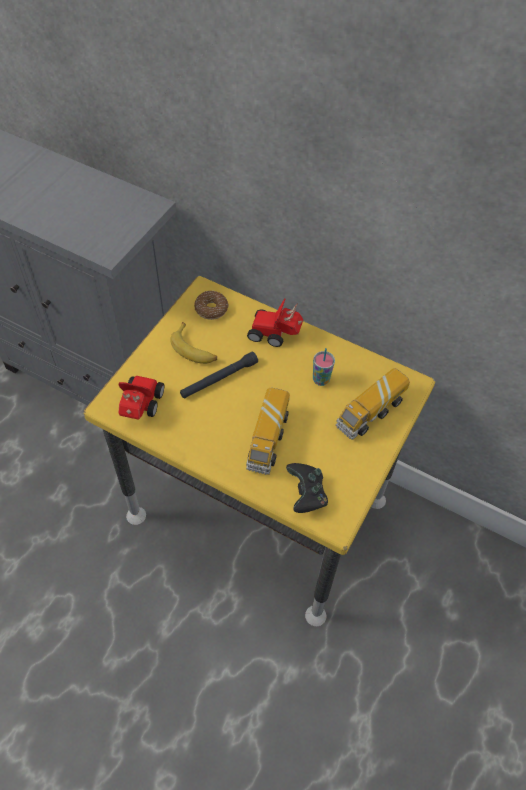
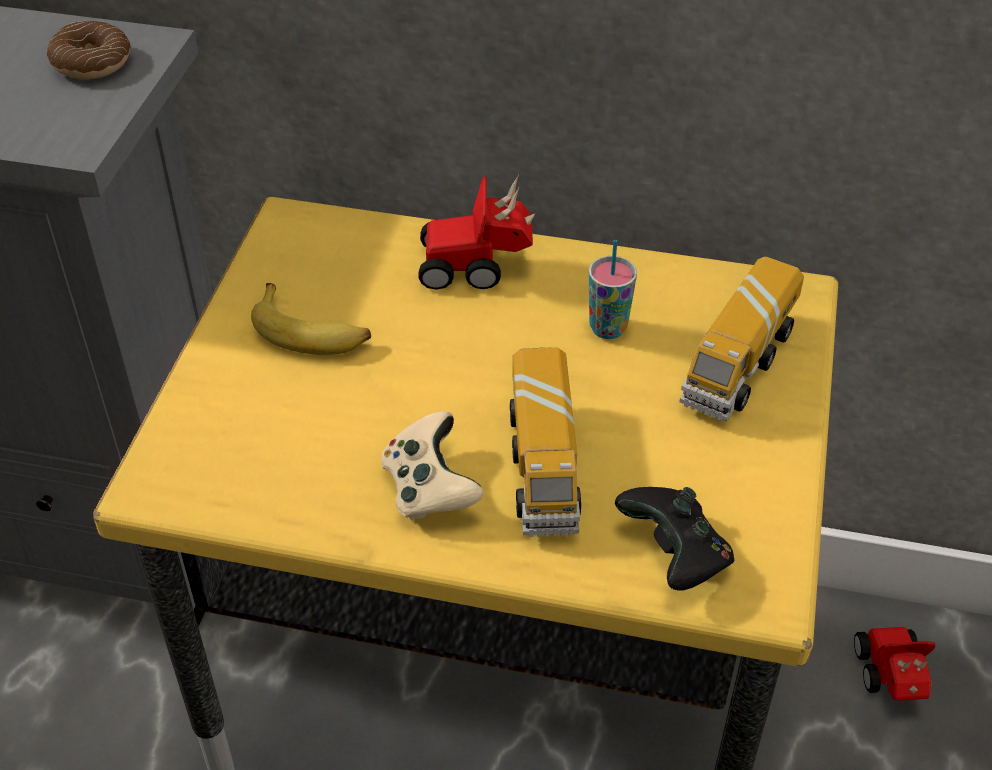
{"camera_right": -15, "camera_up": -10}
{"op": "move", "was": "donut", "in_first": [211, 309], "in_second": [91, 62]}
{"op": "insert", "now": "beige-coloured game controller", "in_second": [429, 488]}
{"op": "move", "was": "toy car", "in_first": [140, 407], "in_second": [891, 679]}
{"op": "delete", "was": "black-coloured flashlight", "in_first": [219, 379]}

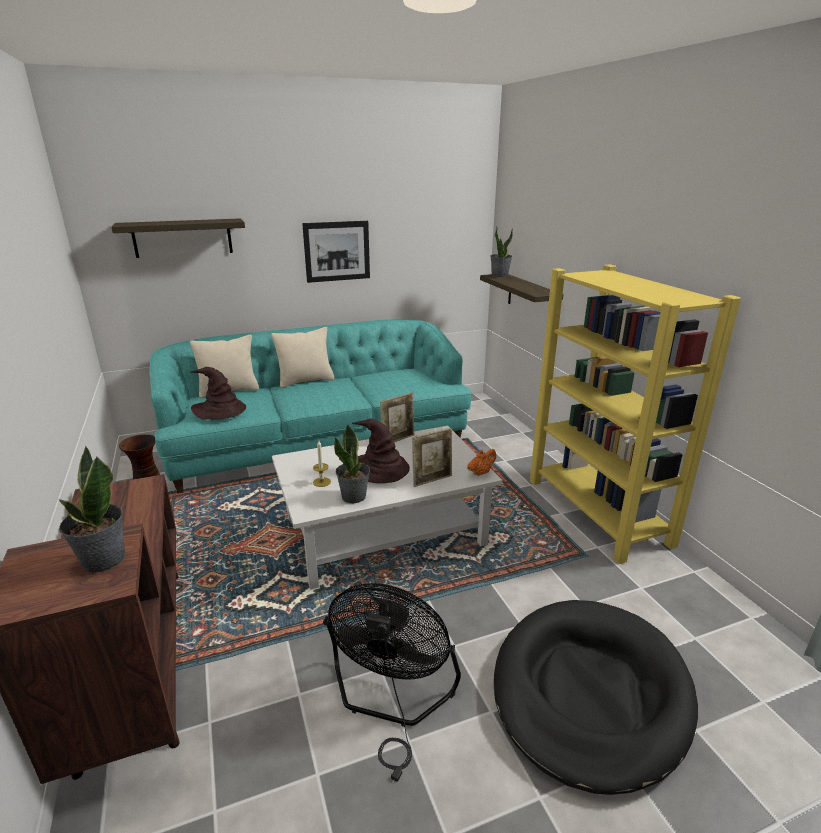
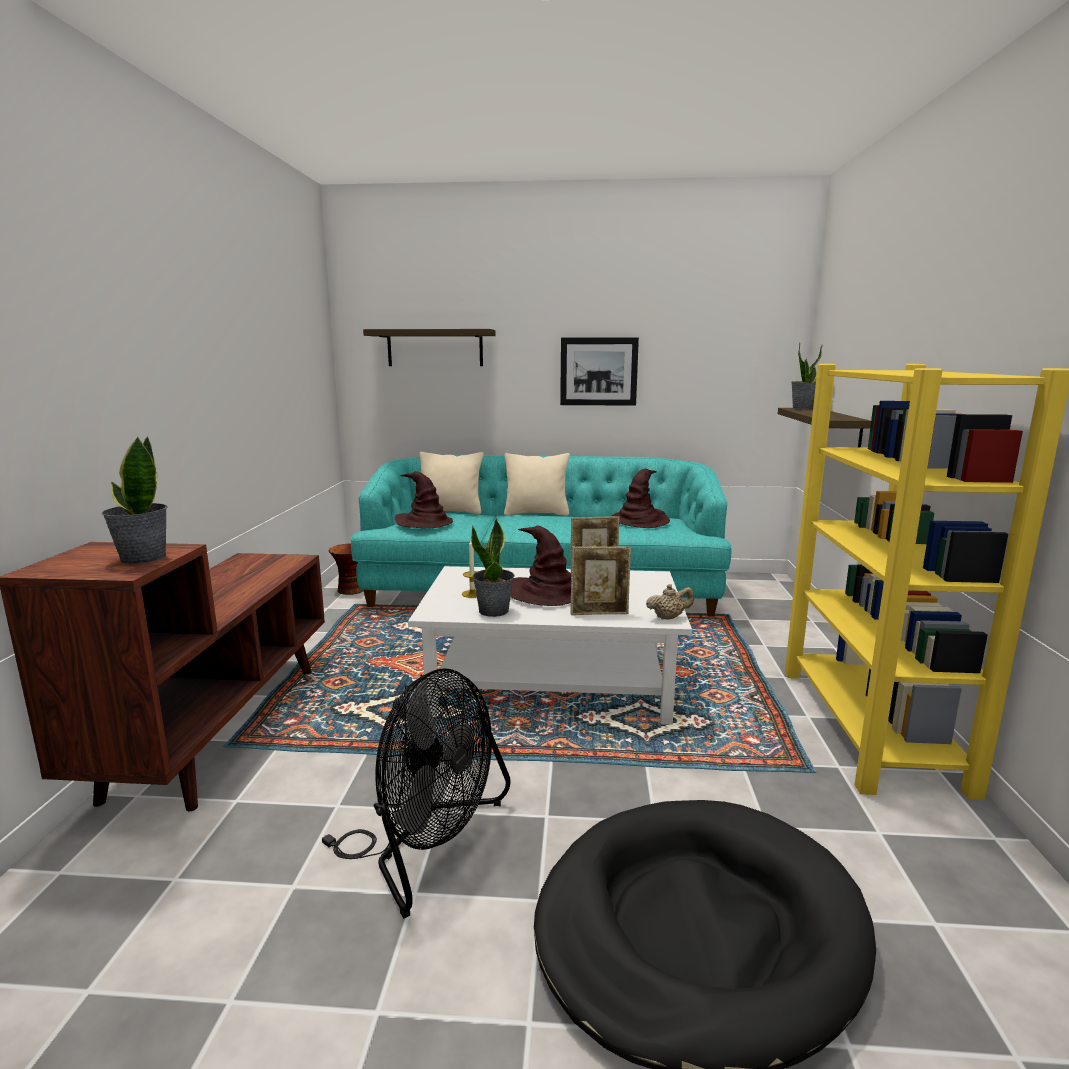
{"camera_right": 25, "camera_up": -10}
{"op": "rotate", "was": "black-coloured electric fan", "in_first": [389, 702], "in_second": [424, 847], "clockwise": 75}
{"op": "insert", "now": "brown hat", "in_second": [640, 521]}
{"op": "recolor", "was": "orange teapot", "now": "beige-coloured teapot", "in_first": [480, 472], "in_second": [669, 617]}

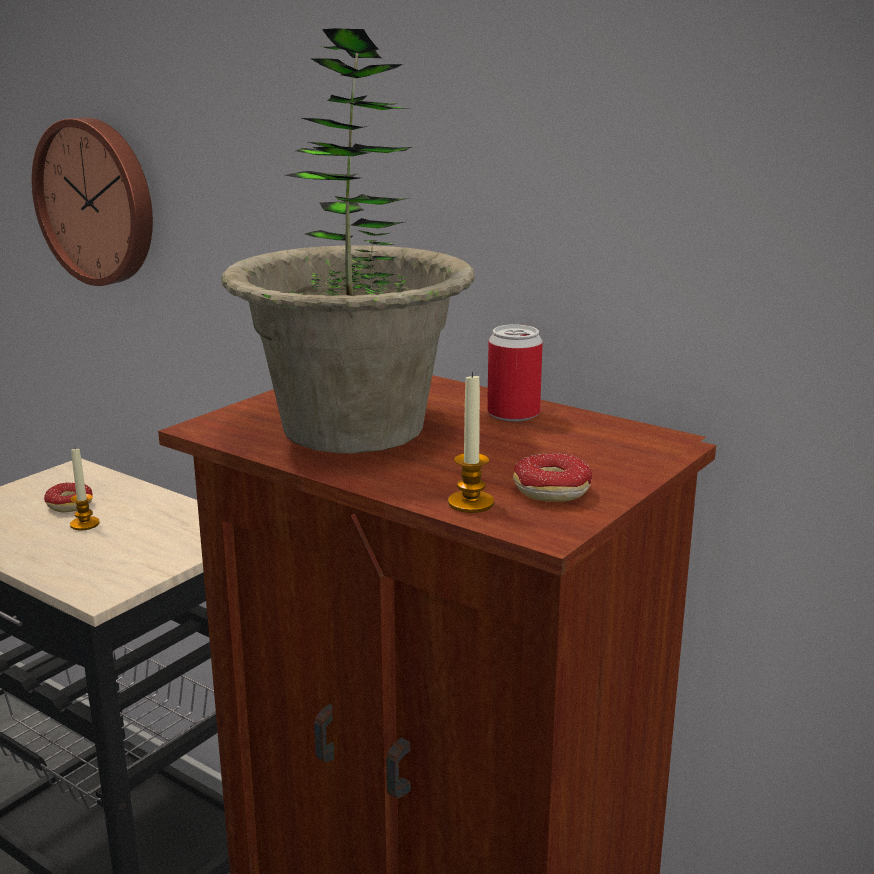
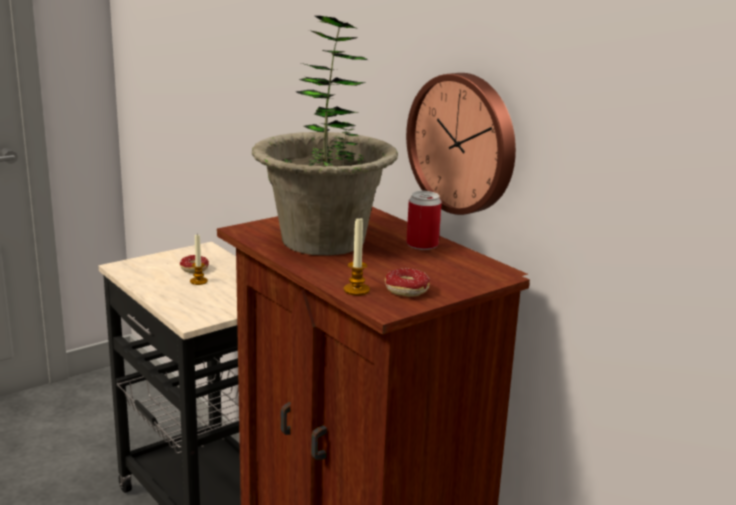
{"camera_right": 15, "camera_up": 0}
{"op": "move", "was": "hanging clock", "in_first": [99, 201], "in_second": [464, 143]}

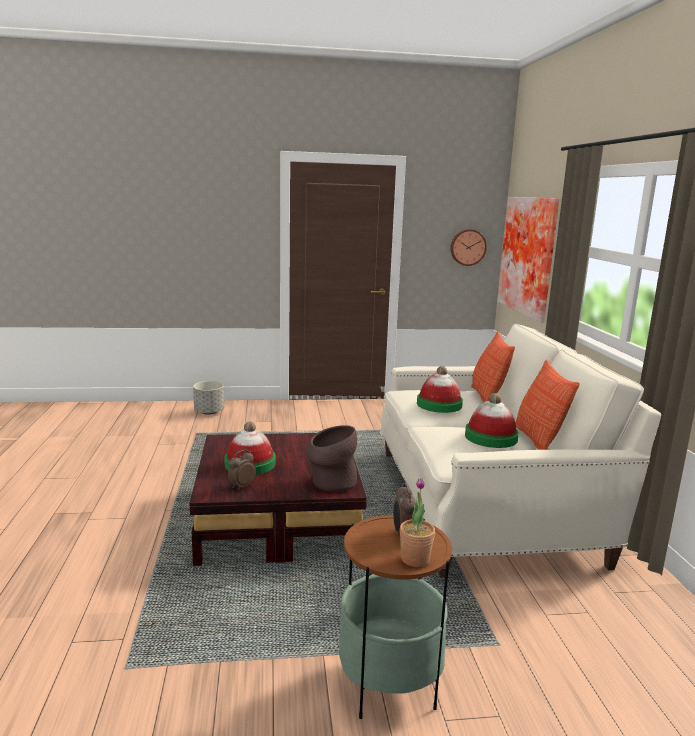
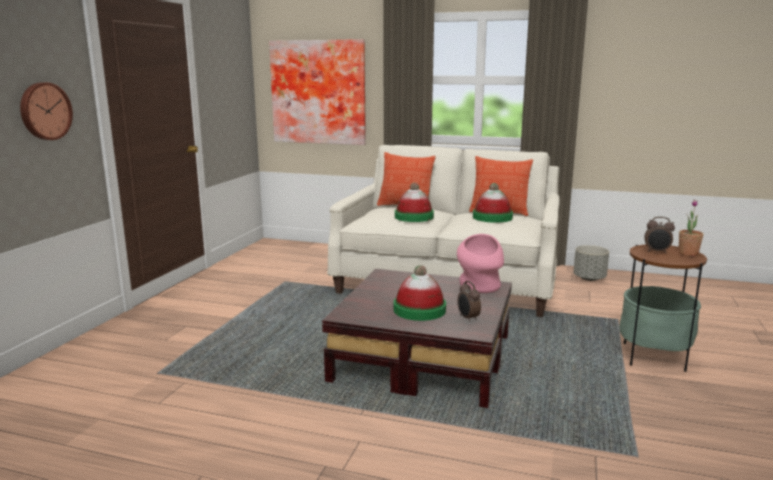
{"camera_right": -65, "camera_up": 0}
{"op": "move", "was": "hanging clock", "in_first": [467, 247], "in_second": [44, 111]}
{"op": "recolor", "was": "brown flower vase", "now": "pinkish flower vase", "in_first": [330, 483], "in_second": [479, 288]}
{"op": "move", "was": "greyish plant pot", "in_first": [209, 412], "in_second": [589, 278]}

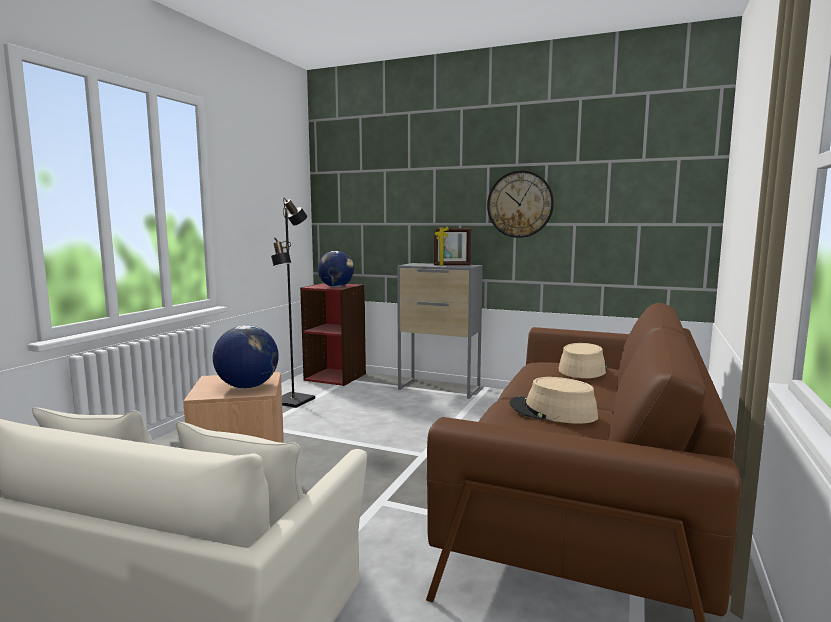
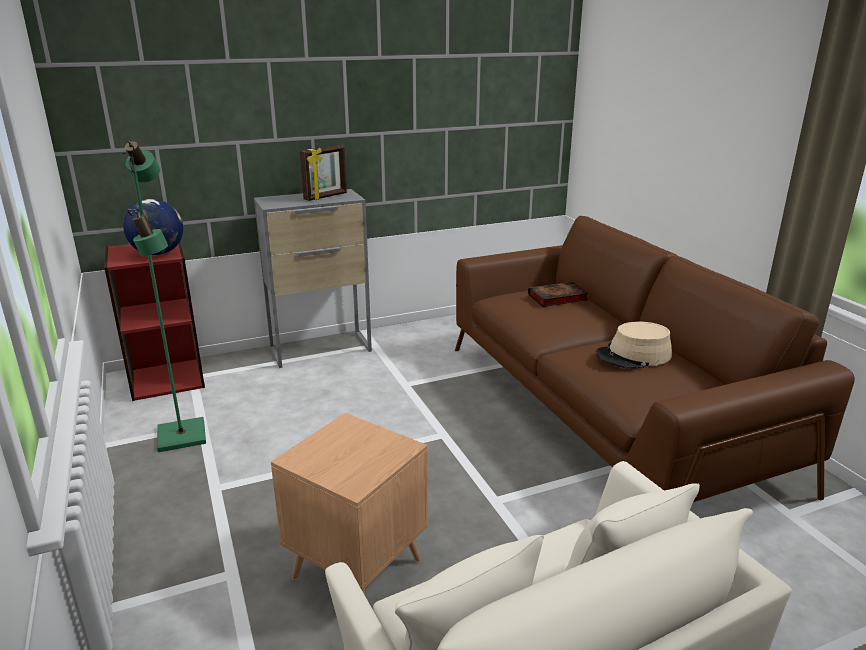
{"camera_right": -45, "camera_up": 15}
{"op": "recolor", "was": "black-coloured standing lamp", "now": "green-coloured standing lamp", "in_first": [293, 401], "in_second": [181, 436]}
{"op": "replace", "was": "beige-coloured hat", "now": "bound book", "in_first": [582, 369], "in_second": [556, 298]}
{"op": "delete", "was": "desk globe", "in_first": [247, 386]}
{"op": "delete", "was": "hanging clock", "in_first": [520, 204]}

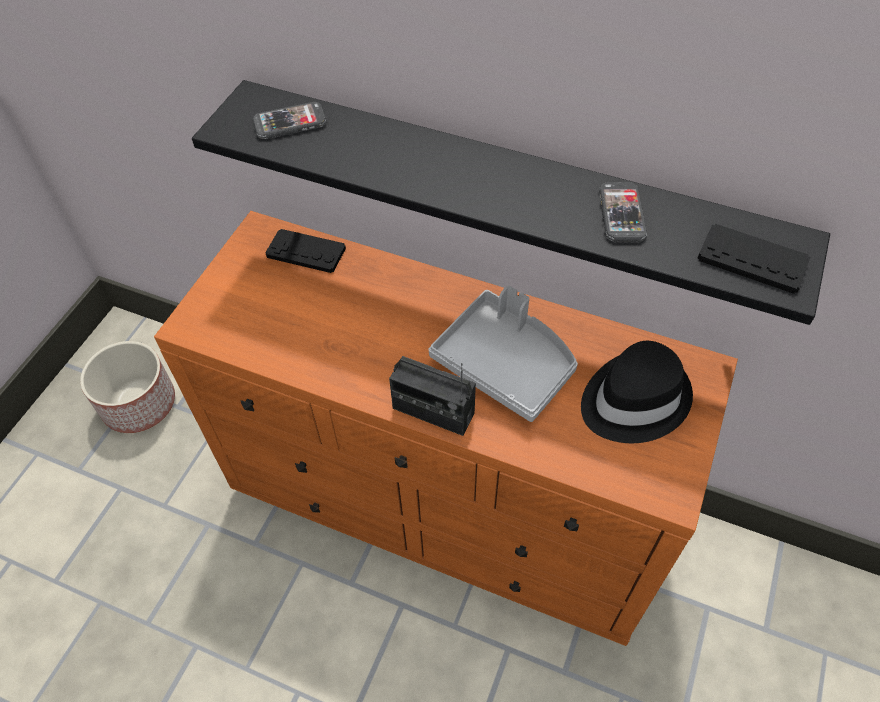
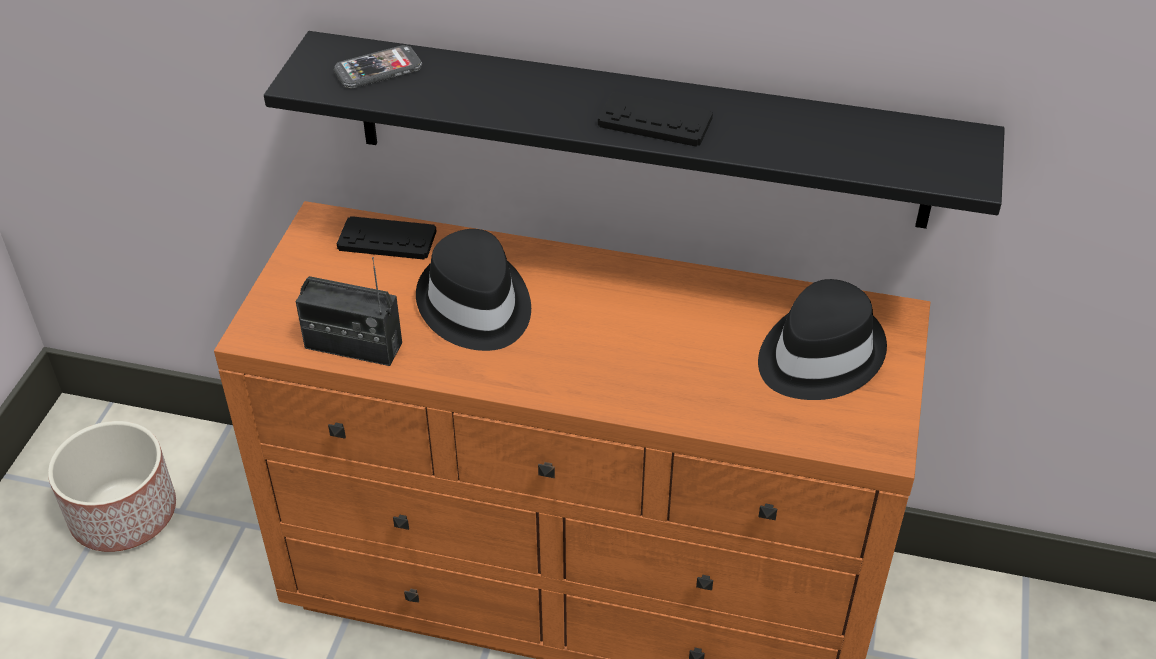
{"camera_right": -10, "camera_up": -10}
{"op": "move", "was": "radio set", "in_first": [433, 411], "in_second": [353, 346]}
{"op": "insert", "now": "black-coloured hat", "in_second": [475, 306]}
{"op": "move", "was": "black-coloured game controller", "in_first": [752, 260], "in_second": [655, 121]}
{"op": "delete", "was": "greyish serving tray", "in_first": [505, 363]}
{"op": "delete", "was": "telephone", "in_first": [621, 214]}

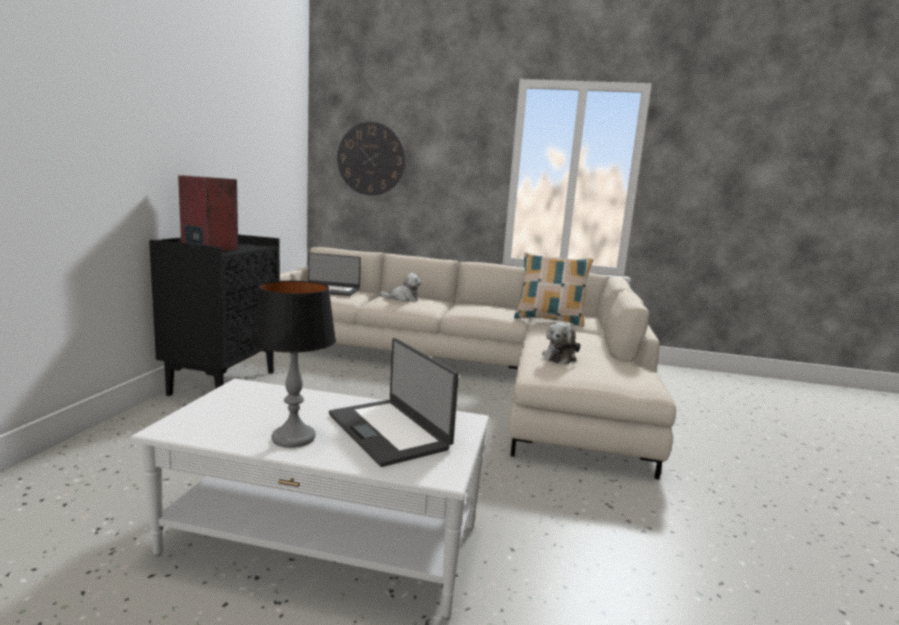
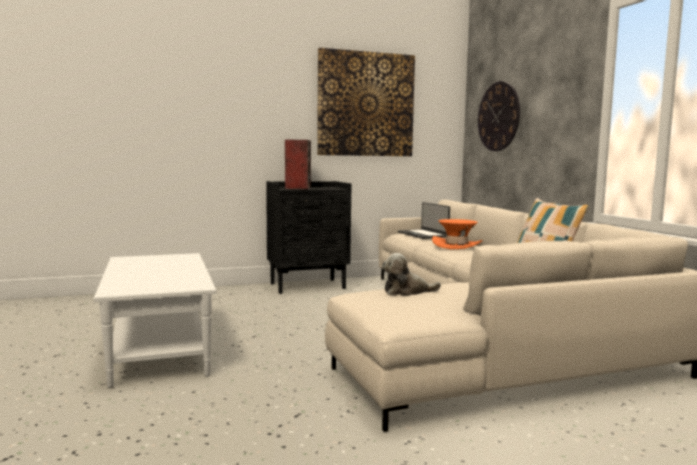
{"camera_right": 60, "camera_up": -5}
{"op": "insert", "now": "picture", "in_second": [366, 104]}
{"op": "replace", "was": "soft toy", "now": "orange hat", "in_first": [403, 299], "in_second": [456, 245]}
{"op": "delete", "was": "lamp for a table", "in_first": [293, 437]}
{"op": "delete", "was": "notebook computer", "in_first": [389, 431]}

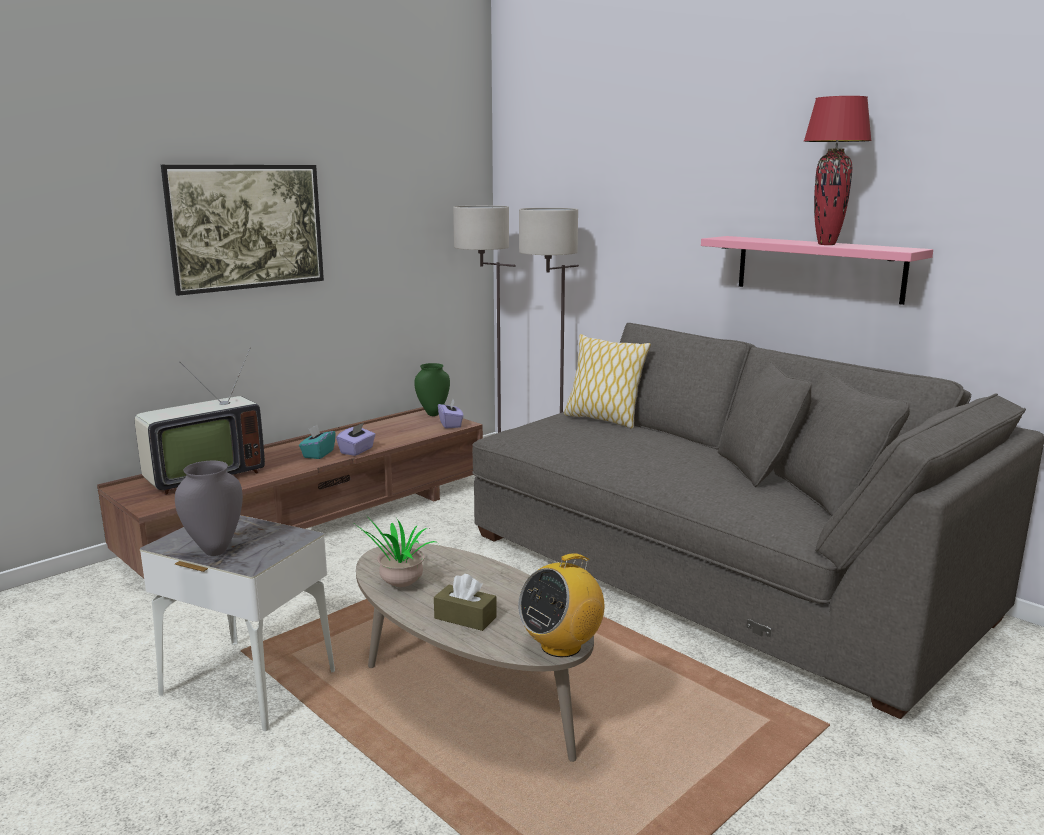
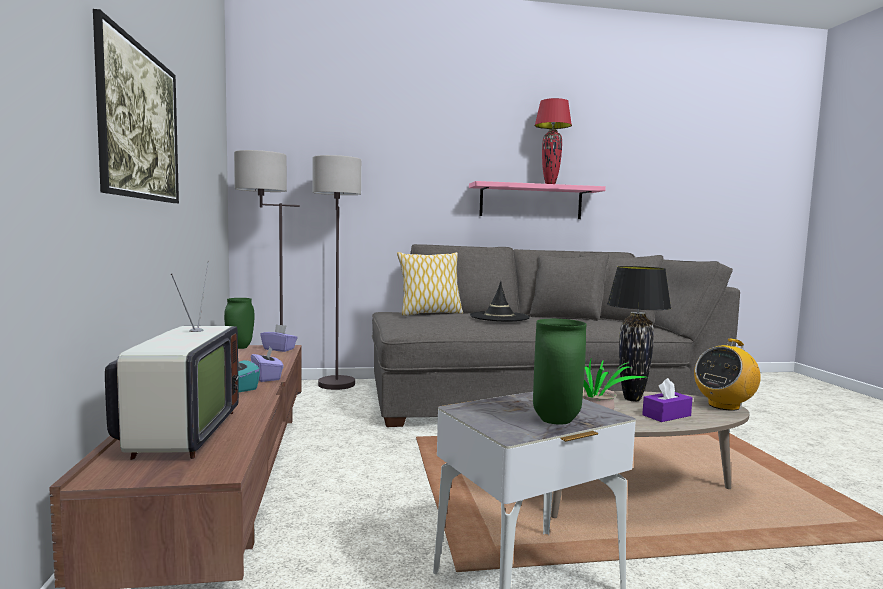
{"camera_right": -55, "camera_up": -10}
{"op": "insert", "now": "black-coloured hat", "in_second": [499, 317]}
{"op": "recolor", "was": "greyish flower vase", "now": "green-coloured flower vase", "in_first": [215, 550], "in_second": [554, 420]}
{"op": "insert", "now": "black-coloured lamp for a table", "in_second": [631, 399]}
{"op": "recolor", "was": "brown tissue box", "now": "purple tissue box", "in_first": [465, 618], "in_second": [666, 415]}
{"op": "rotate", "was": "radio set", "in_first": [561, 646], "in_second": [723, 405], "clockwise": 60}

